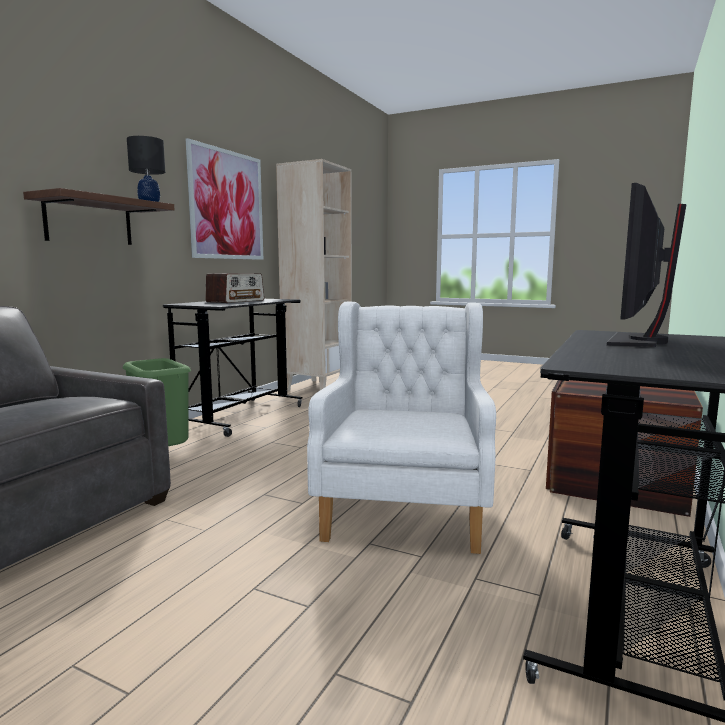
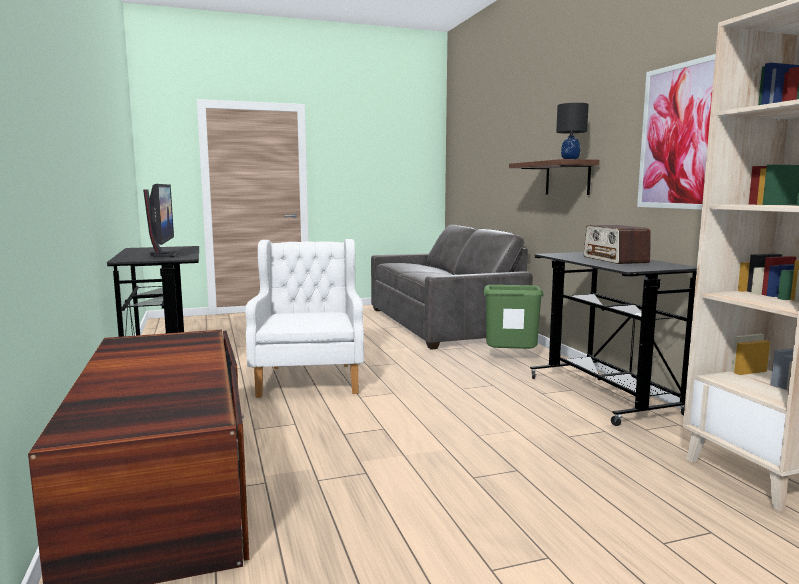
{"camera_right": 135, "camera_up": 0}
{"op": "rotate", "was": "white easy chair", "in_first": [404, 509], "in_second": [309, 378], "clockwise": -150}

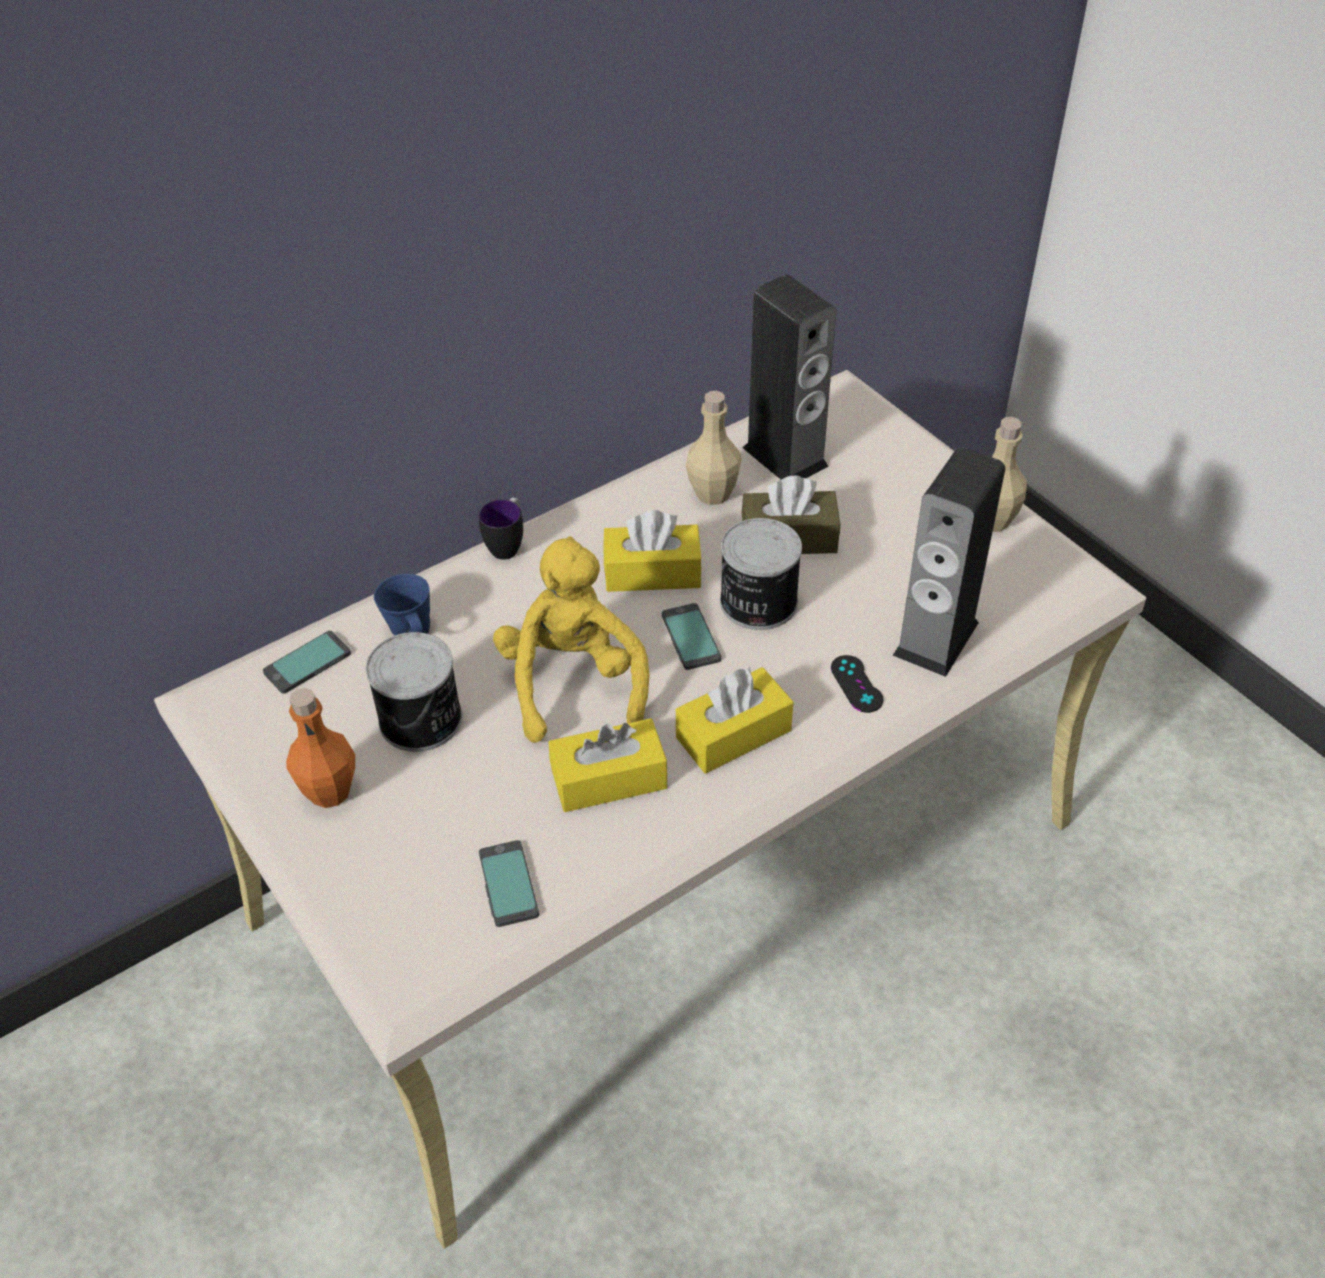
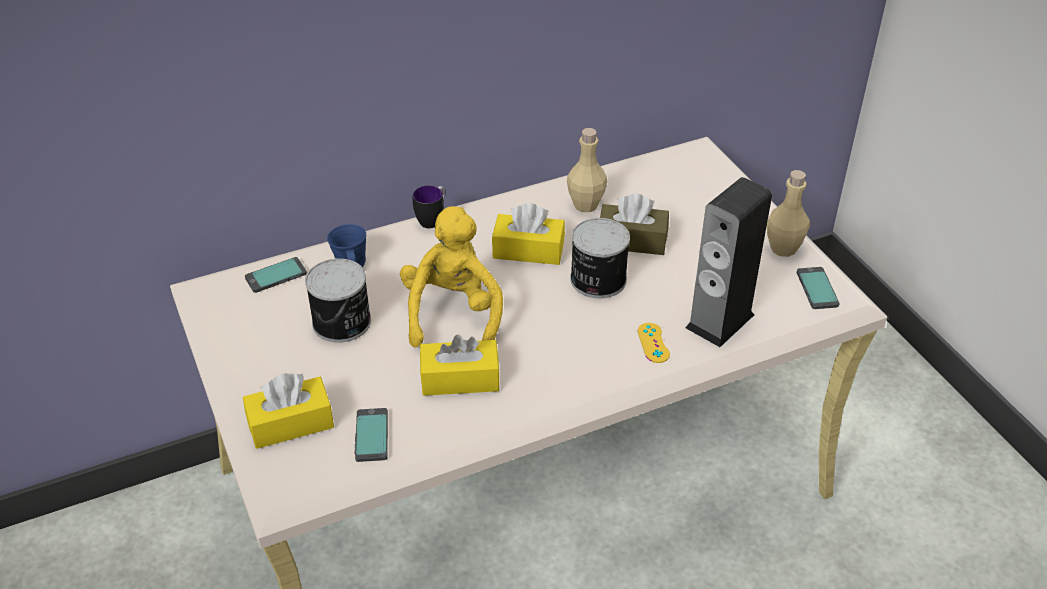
{"camera_right": 10, "camera_up": -5}
{"op": "move", "was": "yellow-coloured tissue box", "in_first": [733, 734], "in_second": [291, 423]}
{"op": "recolor", "was": "black-coloured game controller", "now": "yellow-coloured game controller", "in_first": [856, 684], "in_second": [653, 343]}
{"op": "move", "was": "telephone", "in_first": [690, 638], "in_second": [816, 289]}
{"op": "delete", "was": "orange bottle", "in_first": [330, 791]}
{"op": "delete", "was": "speaker", "in_first": [785, 457]}

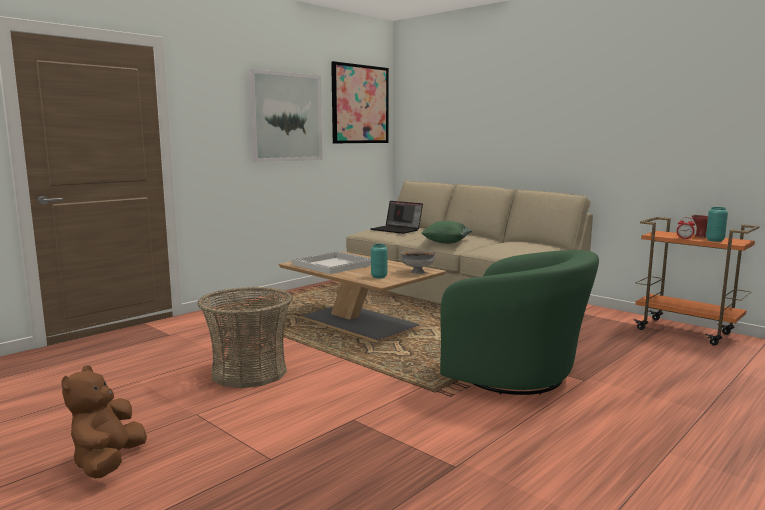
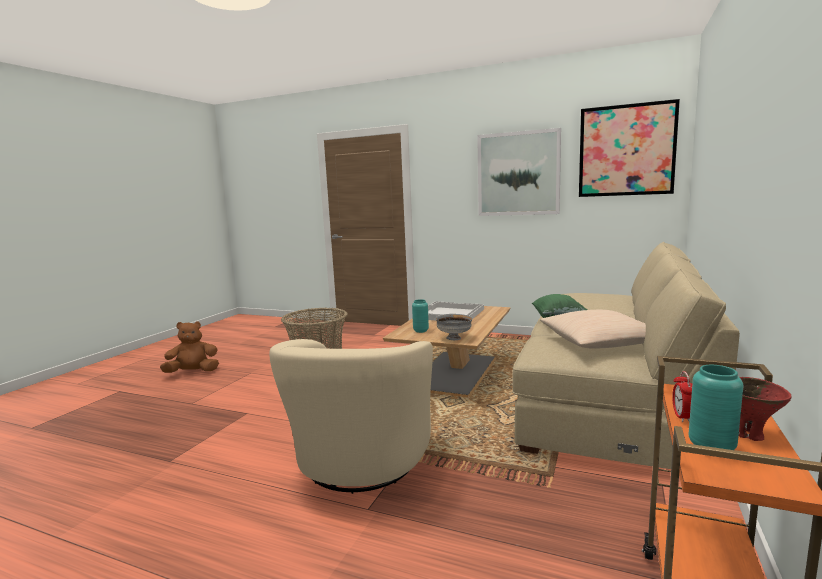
{"camera_right": 70, "camera_up": 0}
{"op": "recolor", "was": "green-coloured easy chair", "now": "beige-coloured easy chair", "in_first": [514, 376], "in_second": [360, 463]}
{"op": "insert", "now": "beige-coloured cushion", "in_second": [599, 343]}
{"op": "delete", "was": "notebook computer", "in_first": [397, 230]}

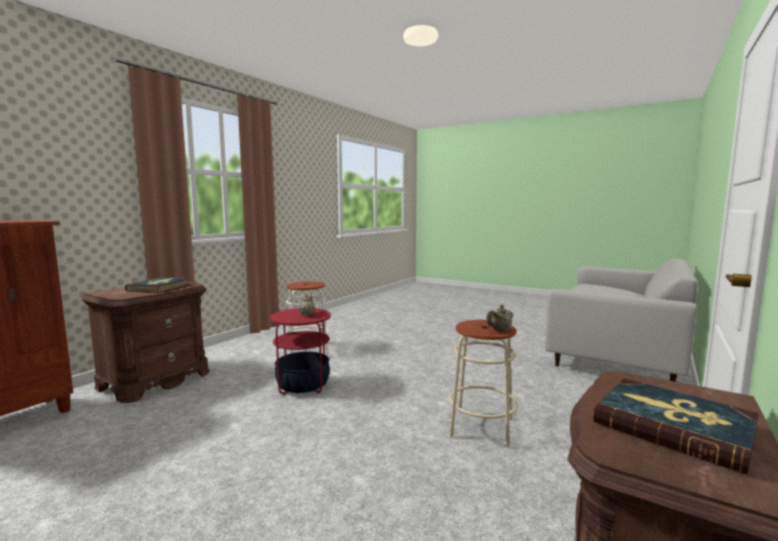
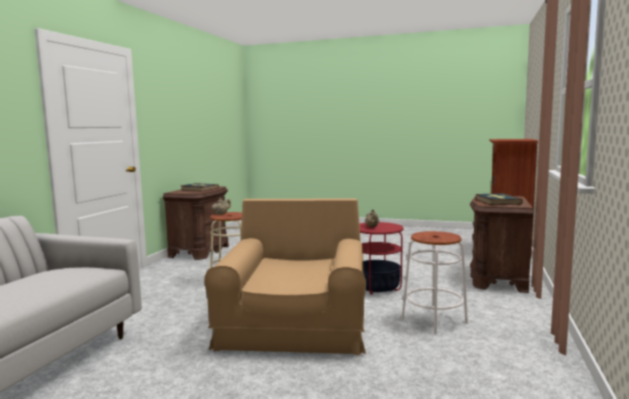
{"camera_right": 165, "camera_up": 0}
{"op": "insert", "now": "brown easy chair", "in_second": [295, 326]}

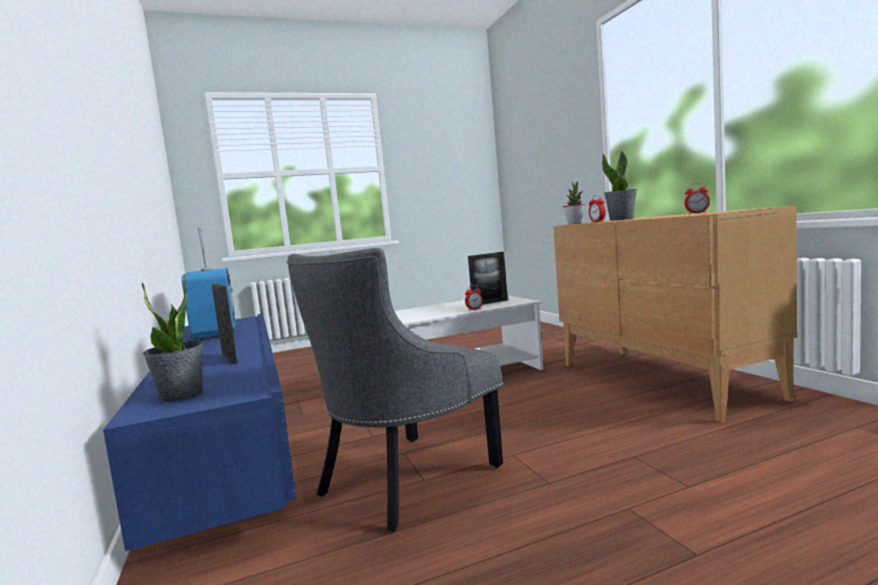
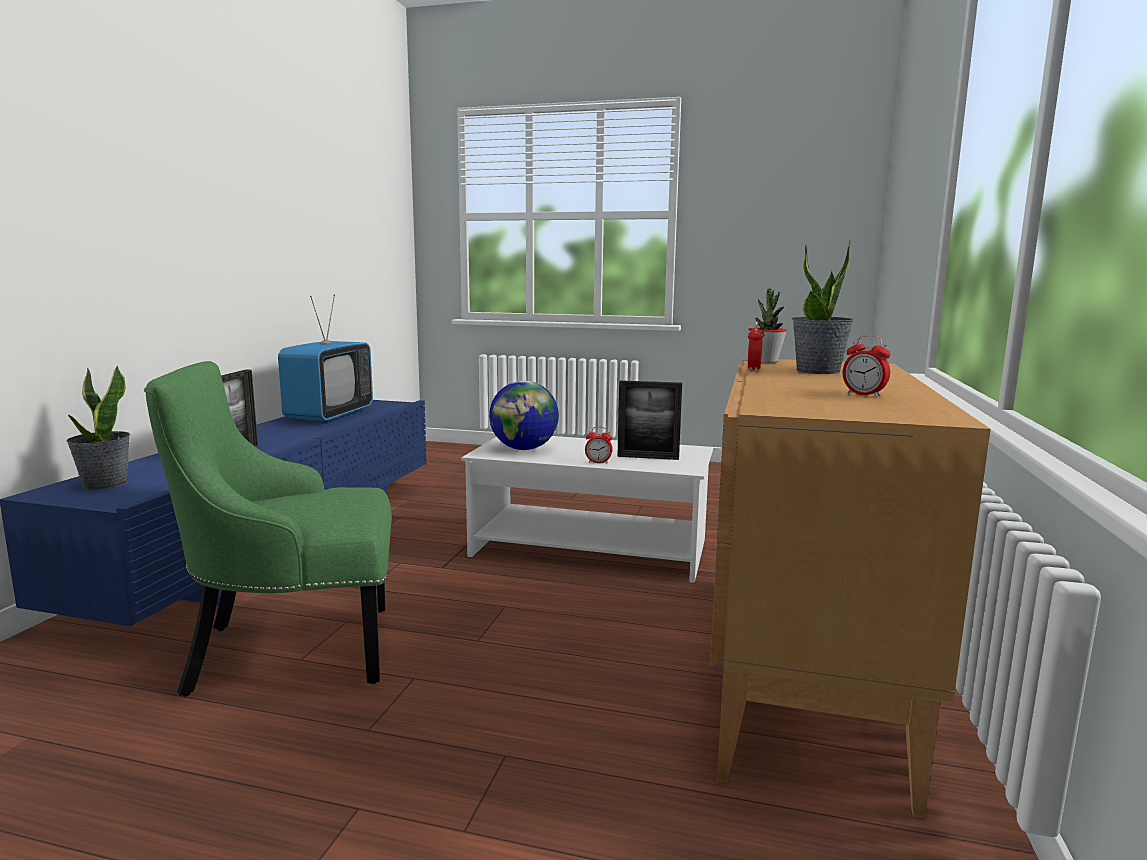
{"camera_right": 35, "camera_up": 5}
{"op": "recolor", "was": "greyish easy chair", "now": "green-coloured easy chair", "in_first": [409, 477], "in_second": [297, 650]}
{"op": "insert", "now": "desk globe", "in_second": [524, 449]}

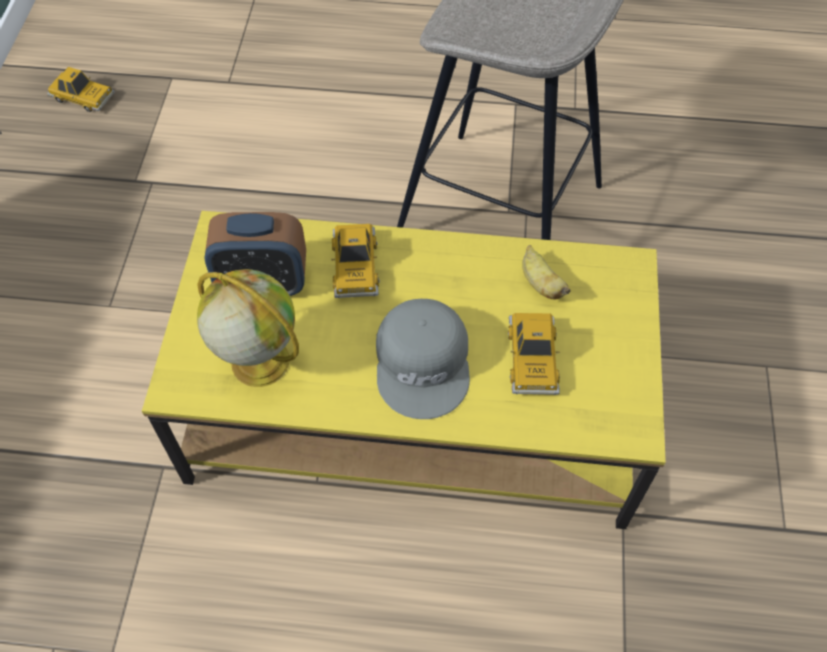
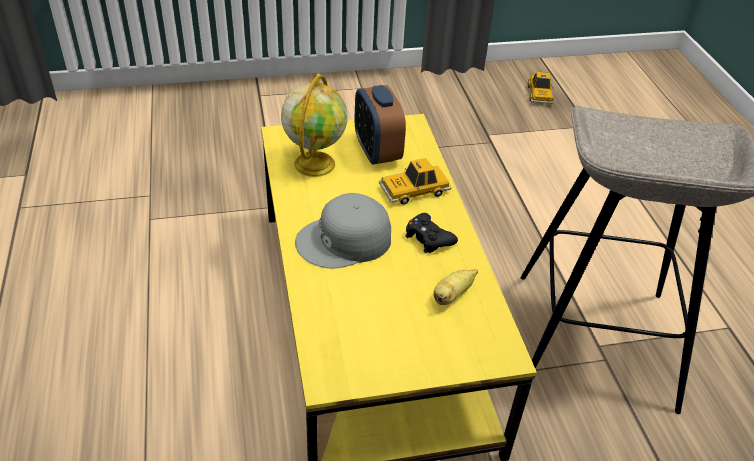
{"camera_right": 70, "camera_up": -15}
{"op": "insert", "now": "black-coloured game controller", "in_second": [428, 238]}
{"op": "delete", "was": "toy car", "in_first": [532, 358]}

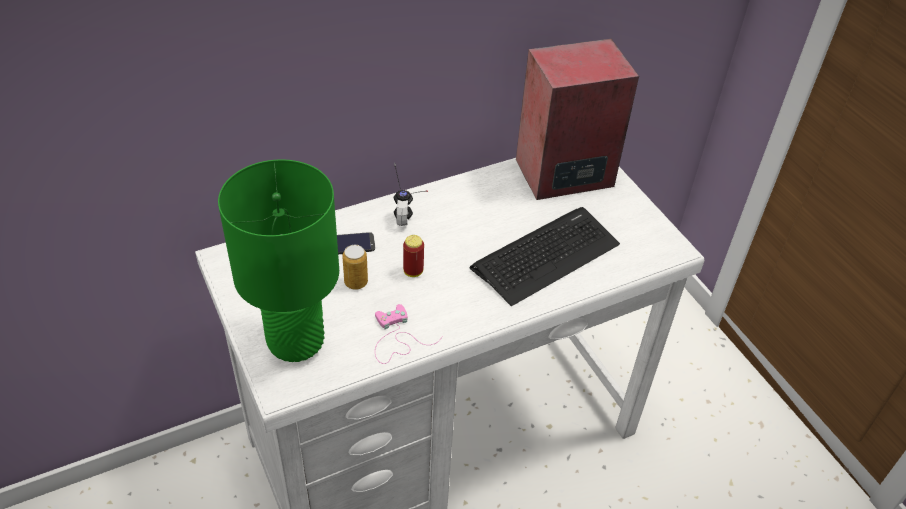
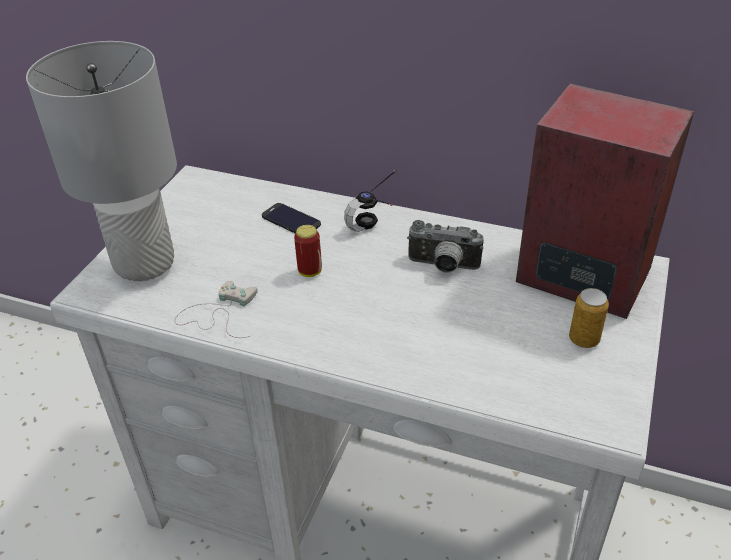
{"camera_right": 50, "camera_up": -5}
{"op": "recolor", "was": "green-coloured lamp for a table", "now": "greyish lamp for a table", "in_first": [296, 345], "in_second": [145, 268]}
{"op": "recolor", "was": "pinkish game controller", "now": "white game controller", "in_first": [397, 338], "in_second": [218, 313]}
{"op": "insert", "now": "still camera", "in_second": [443, 267]}
{"op": "move", "was": "can", "in_first": [356, 282], "in_second": [584, 339]}
{"op": "delete", "was": "computer keyboard", "in_first": [546, 255]}

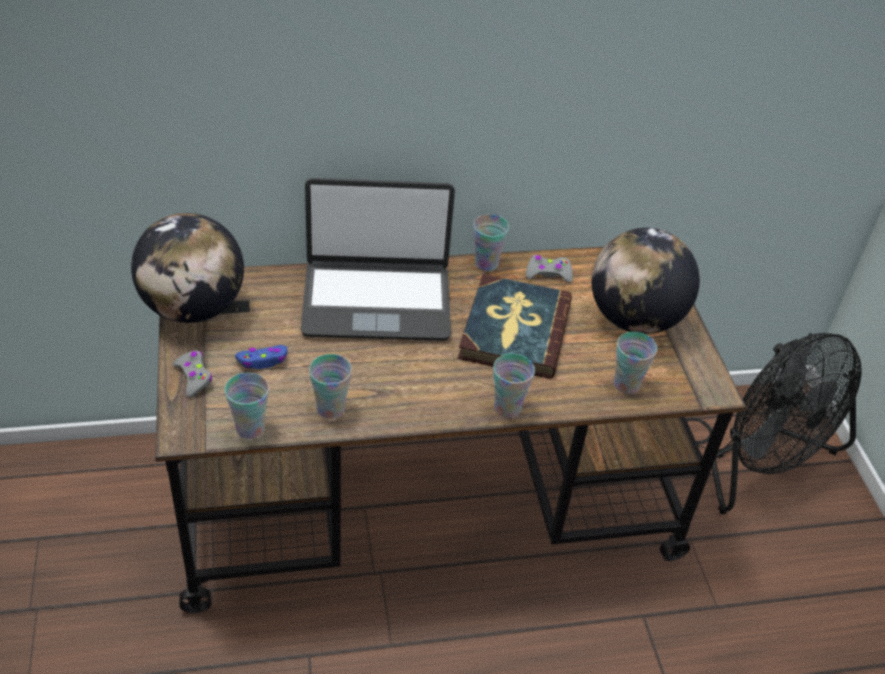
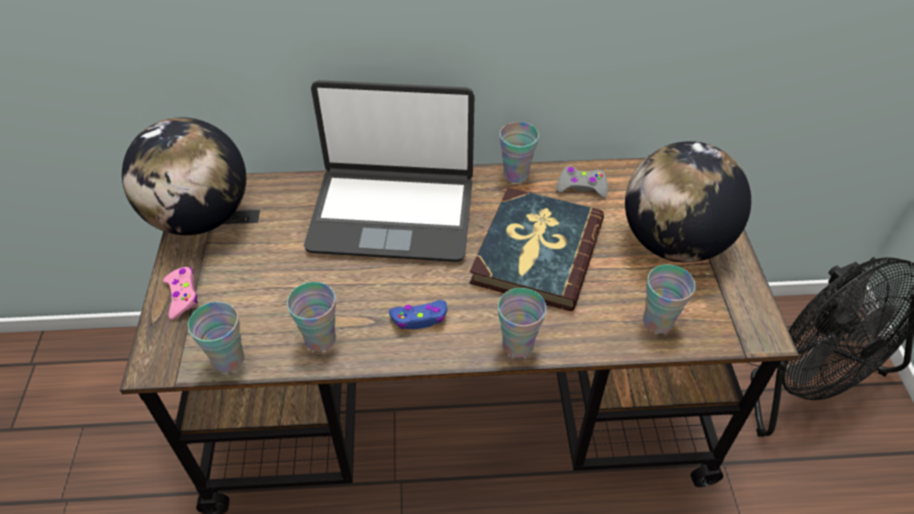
{"camera_right": 10, "camera_up": 5}
{"op": "recolor", "was": "greyish game controller", "now": "pinkish game controller", "in_first": [194, 377], "in_second": [183, 296]}
{"op": "move", "was": "blue game controller", "in_first": [263, 361], "in_second": [419, 319]}

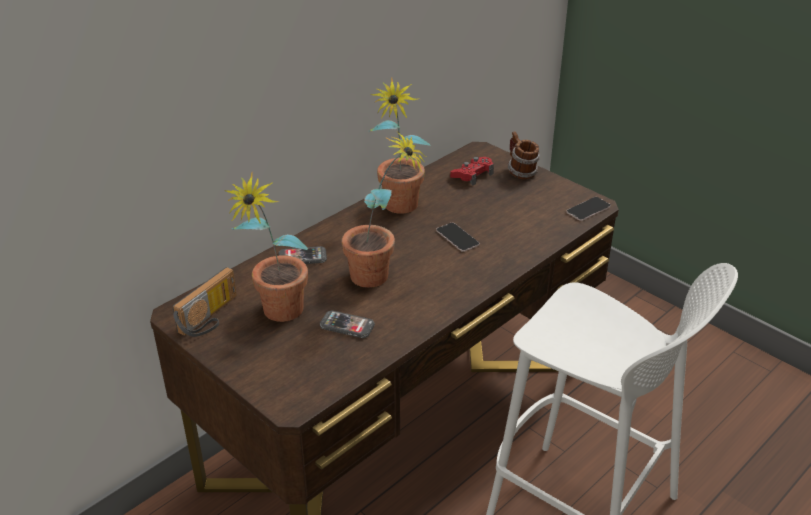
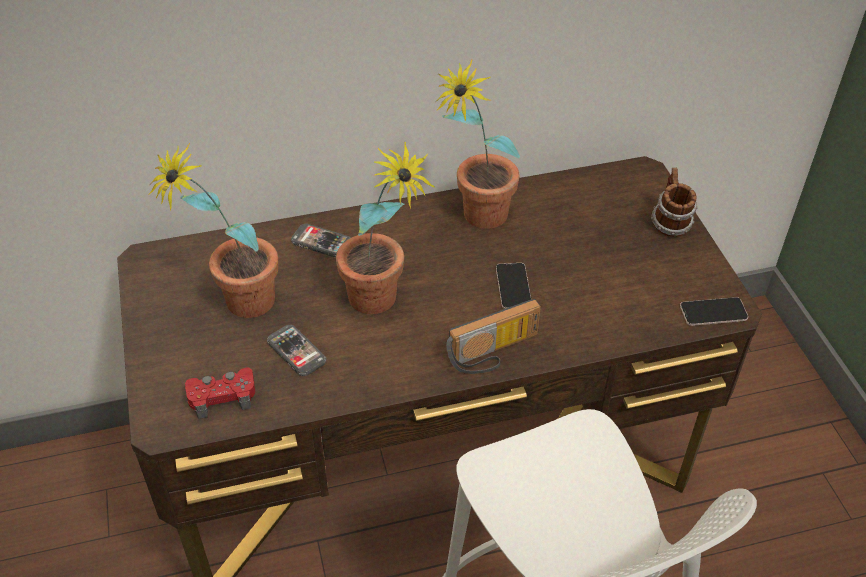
{"camera_right": 30, "camera_up": 10}
{"op": "move", "was": "reddish game controller", "in_first": [472, 175], "in_second": [222, 396]}
{"op": "move", "was": "radio set", "in_first": [211, 318], "in_second": [494, 354]}

